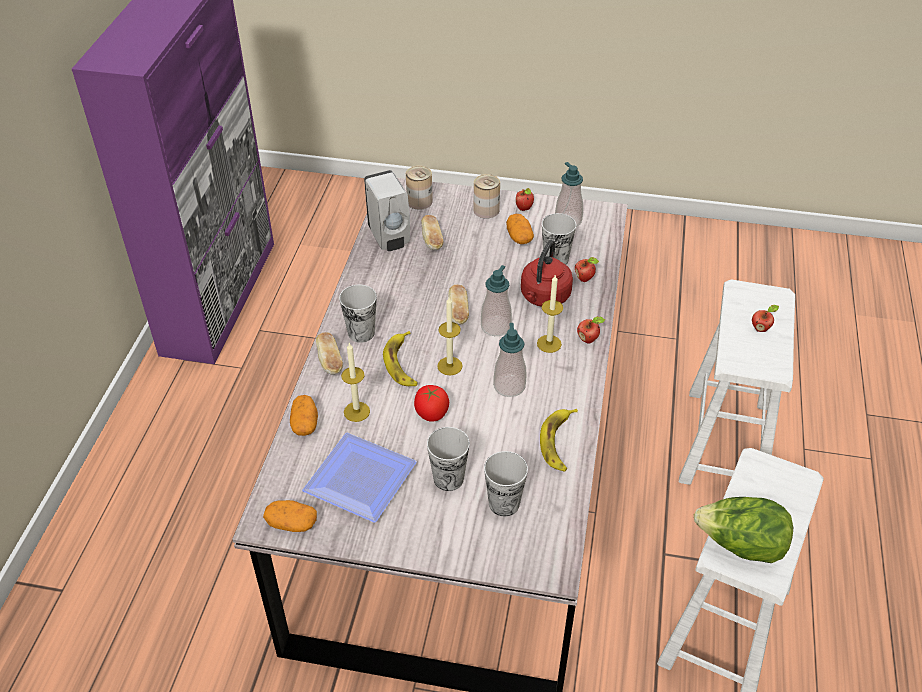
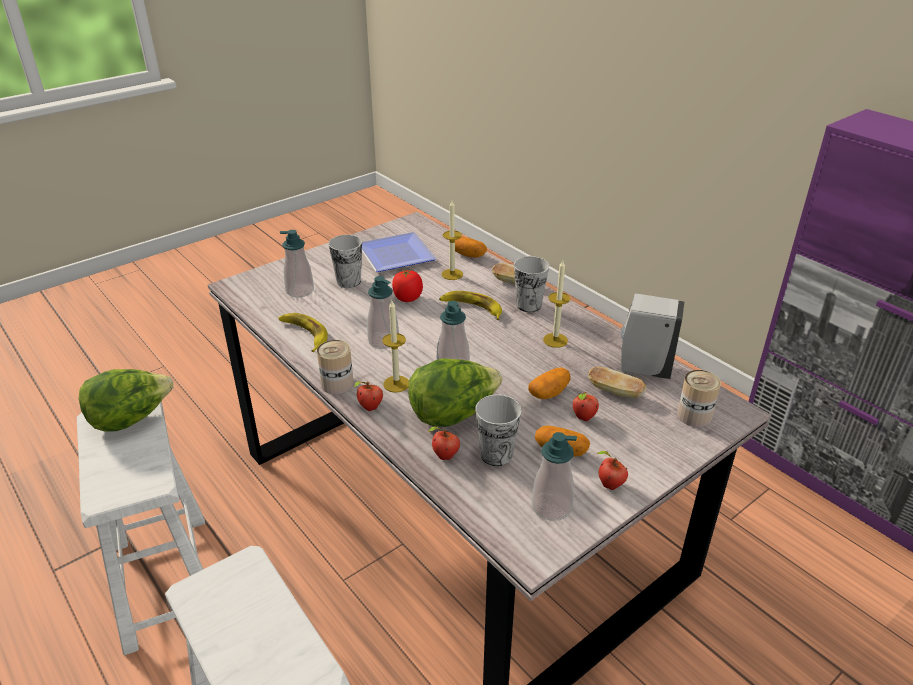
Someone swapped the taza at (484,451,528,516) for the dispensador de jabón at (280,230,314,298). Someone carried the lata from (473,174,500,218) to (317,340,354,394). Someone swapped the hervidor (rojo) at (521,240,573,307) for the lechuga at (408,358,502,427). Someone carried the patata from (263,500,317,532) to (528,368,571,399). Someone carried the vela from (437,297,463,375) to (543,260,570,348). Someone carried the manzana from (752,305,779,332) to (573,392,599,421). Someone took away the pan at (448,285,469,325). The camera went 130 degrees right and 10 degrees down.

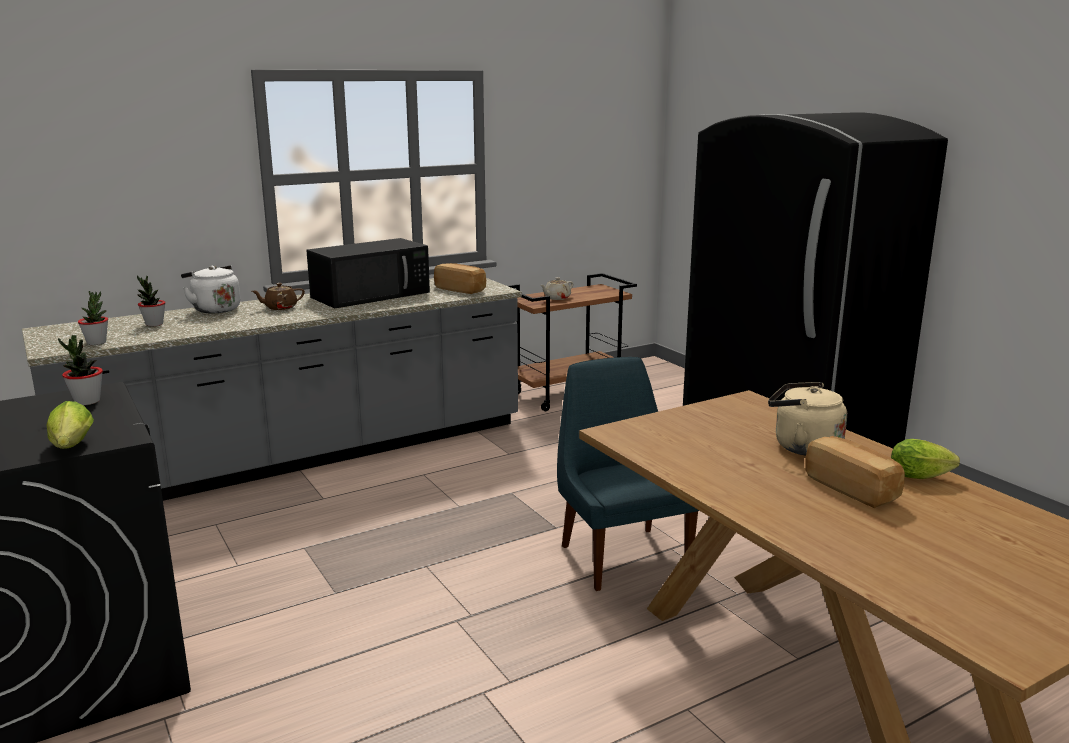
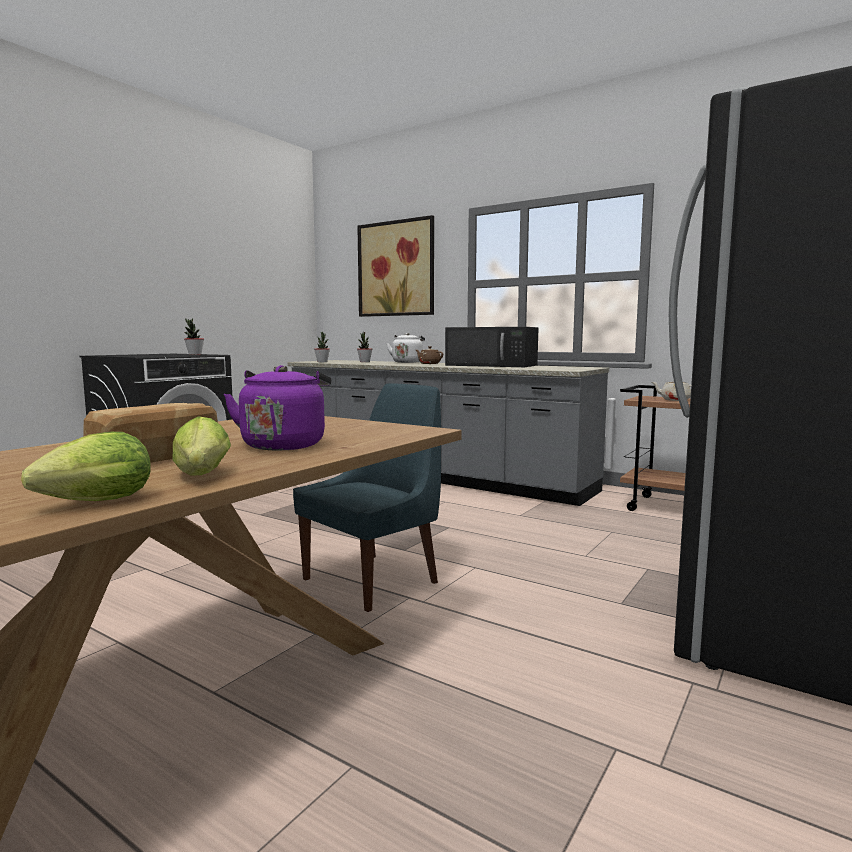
Someone carried the lechuga from (47,401,94,449) to (21,432,151,501). Someone repainted the hervidor (beis) at (768,382,847,456), which became the hervidor (morado) at (224,365,331,450). Someone put up the cuadro at (357,215,434,317). Someone took away the pan at (434,263,486,294). The camera went 65 degrees right and 10 degrees down.

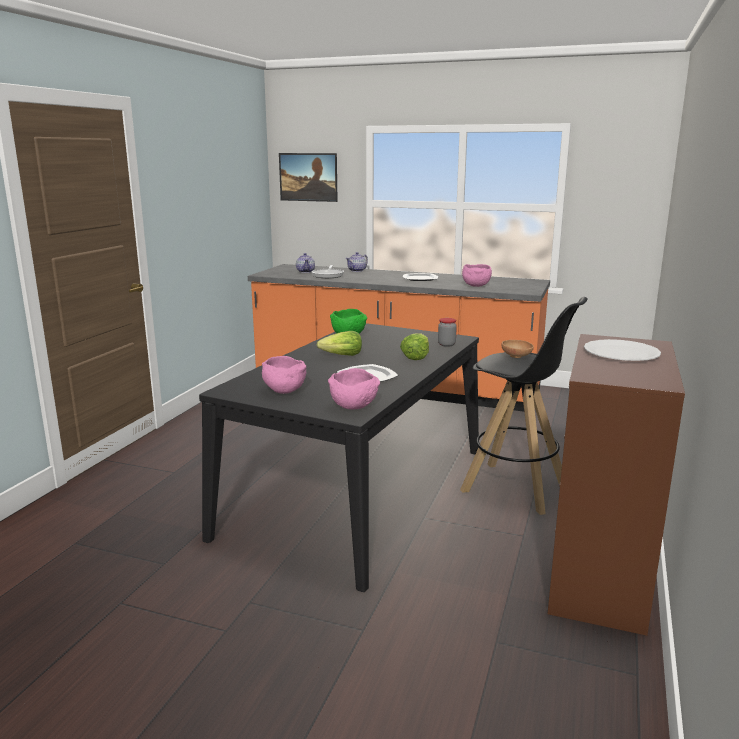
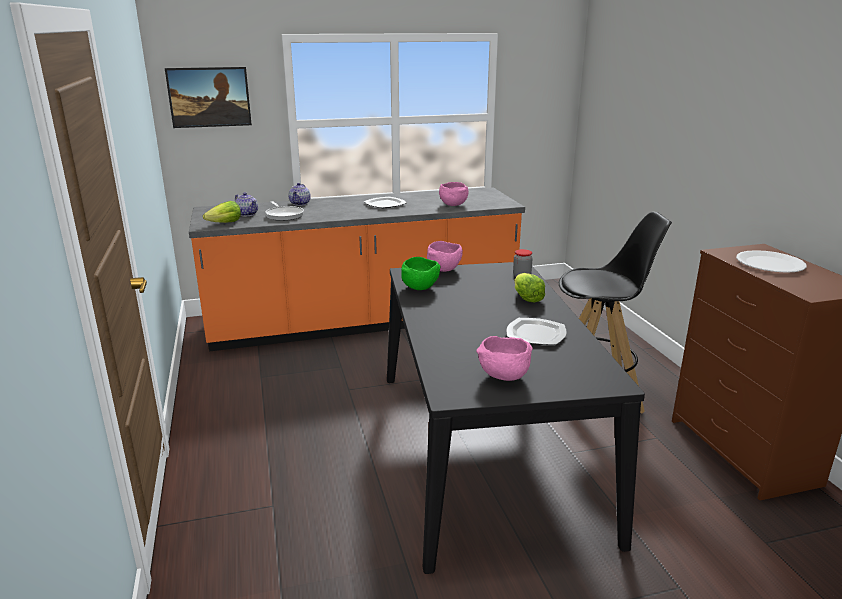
Someone carried the lechuga from (316,331,362,356) to (203,201,241,223). Someone carried the cuenco (rosa) from (328,368,380,409) to (427,241,463,272). Someone took away the cuenco (marrón) at (501,340,534,358). The camera went 35 degrees left and 5 degrees up.

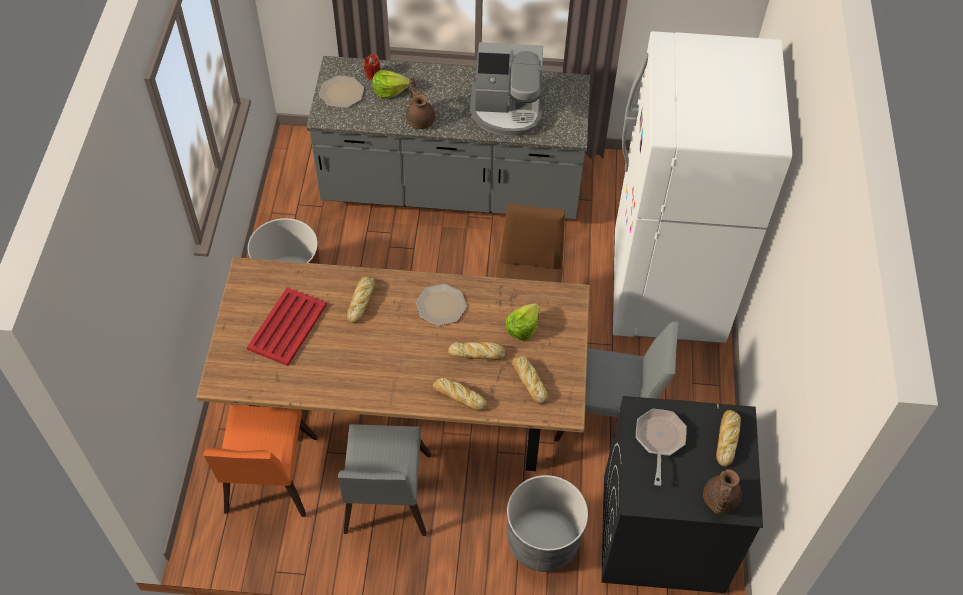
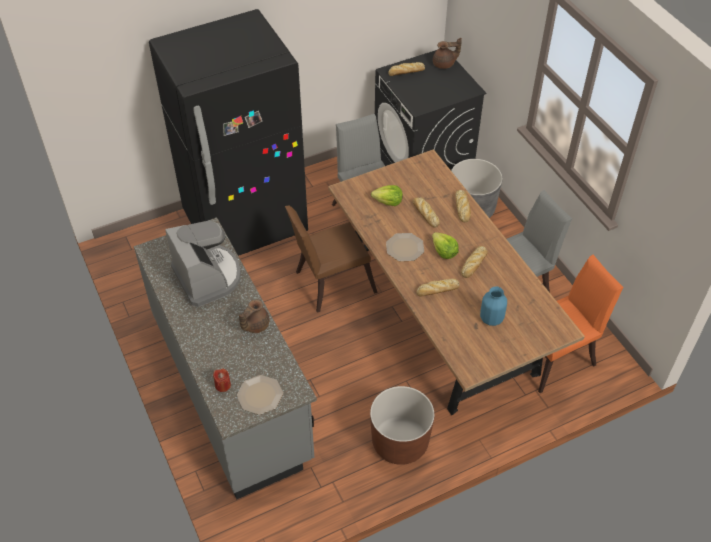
Someone repainted the nevera (blanco) at (613,31,792,343), which became the nevera (negro) at (149,9,308,256). Someone carried the lechuga from (372,70,410,98) to (432,232,459,259). Someone carried the pan from (512,356,548,404) to (461,246,488,278). Someone swapped the bandeja (rojo) at (247,287,327,366) for the florero (azul) at (480,286,507,326). Someone took away the sartén at (636,409,687,486). The camera went 120 degrees left and 5 degrees down.

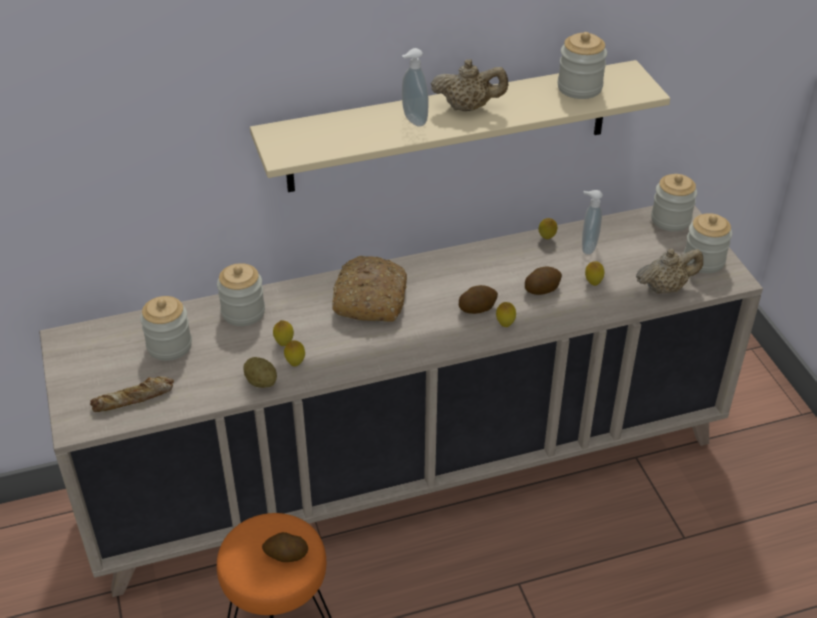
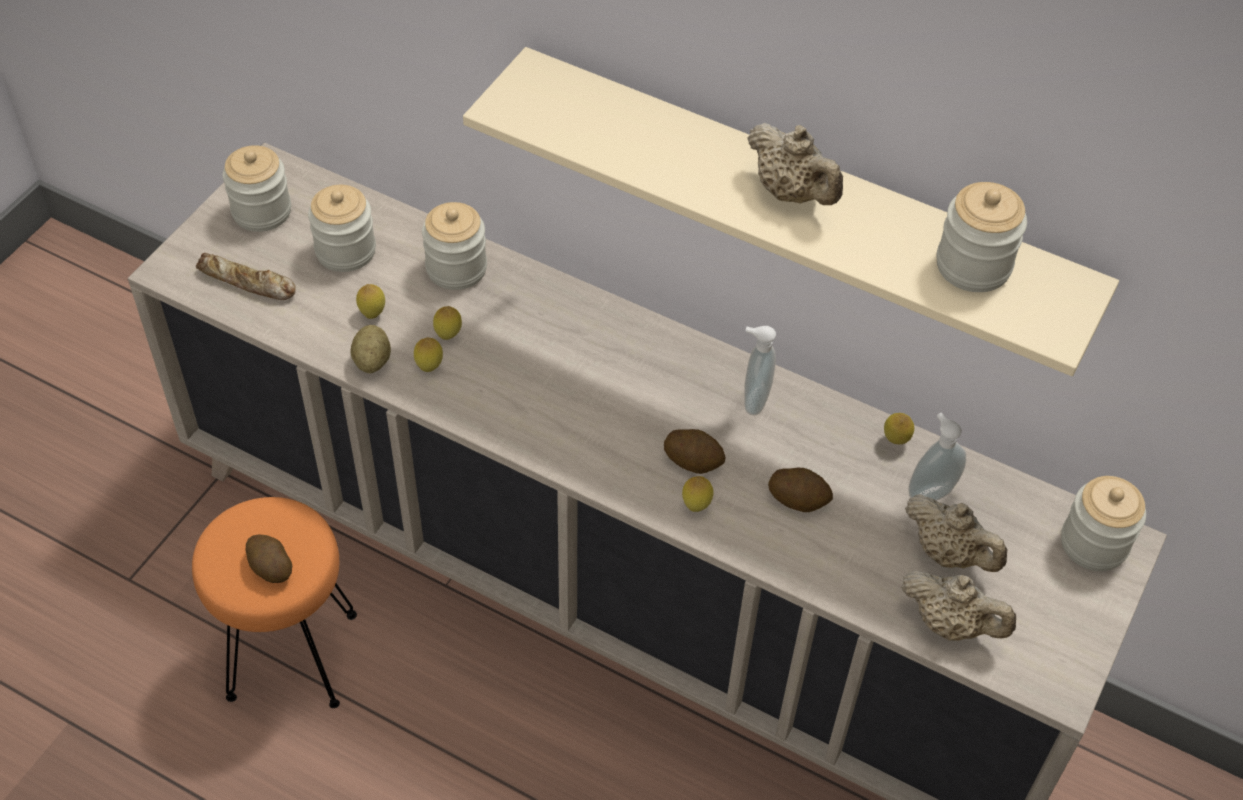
Someone carried the tarro from (684,213,732,273) to (223,145,291,232). Someone carried the limón from (585,261,604,286) to (356,284,385,319). Someone carried the dispensador de jabón from (402,48,428,127) to (744,326,776,415). Someone put down the tetera (beis) at (905,494,1008,572). Someone took away the pan at (333,256,407,322). The camera went 45 degrees right and 10 degrees up.

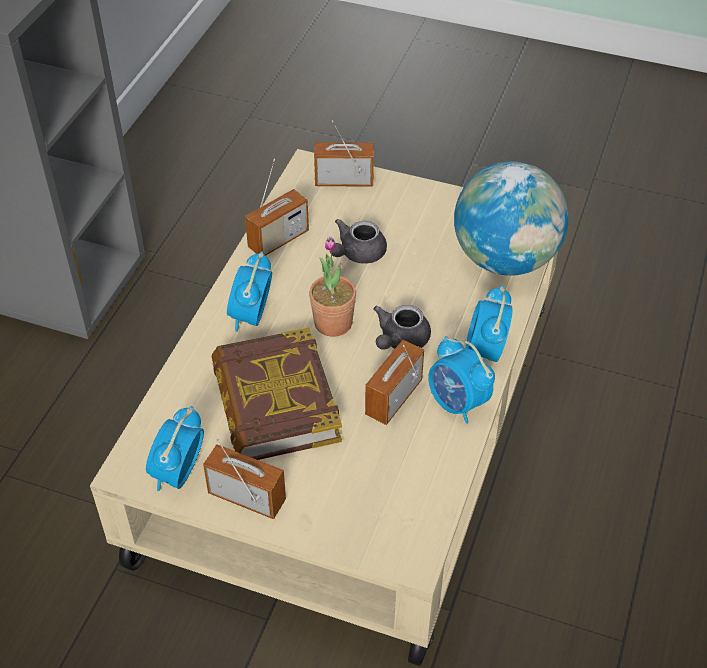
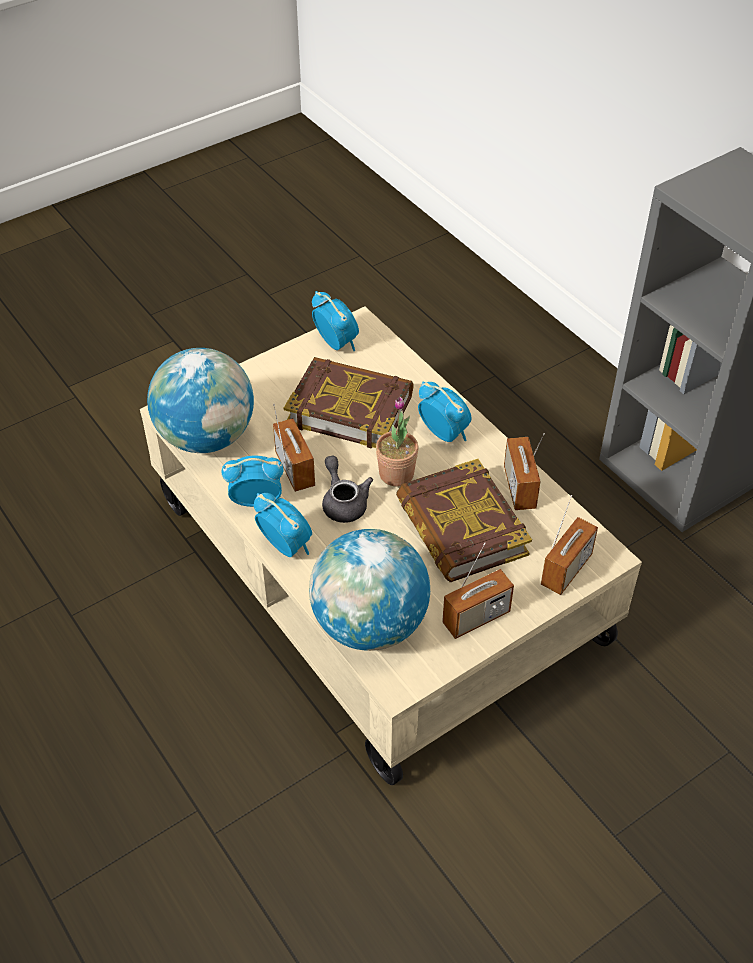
Someone put down the globo terráqueo at (147,348,254,453). Someone swapped the tetera (gris) at (330,219,387,264) for the libro at (396,459,532,582). Someone carried the radio from (203,439,286,519) to (442,542,514,639). The camera went 125 degrees right and 0 degrees up.

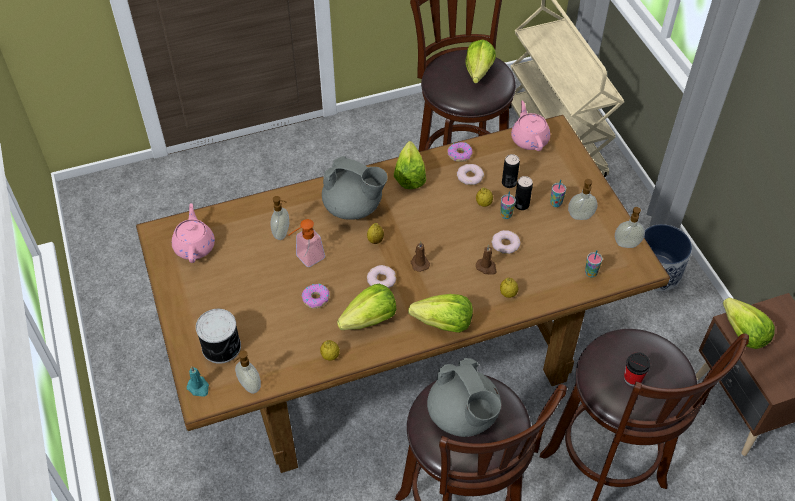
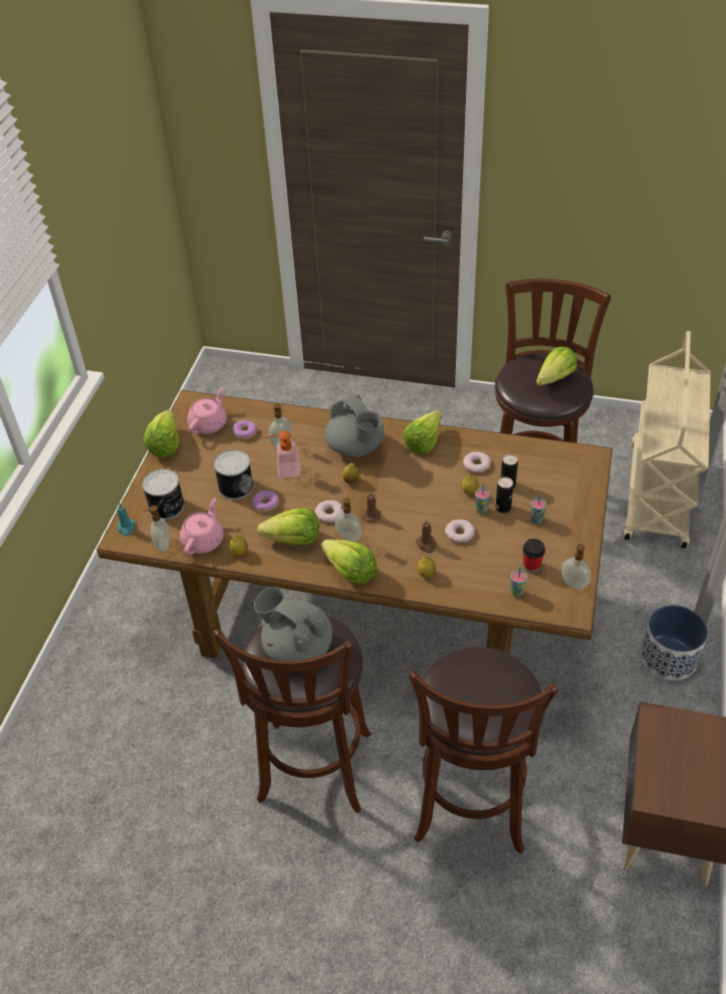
Someone carried the lechuga from (723,297,775,349) to (143,410,179,457). Someone carried the tetera (rosa) from (511,101,550,151) to (180,498,224,555). Someone put down the lata at (214,450,254,500). Someone carried the rosquilla from (447,142,473,162) to (232,420,258,439). Someone rotated the tetera (gris) at (427,358,501,437) by 120 degrees clockwise. Someone carried the dispensador de jabón from (568,179,598,220) to (335,497,362,542). Someone carried the taza from (624,352,650,386) to (523,539,545,573). The camera went 35 degrees right and 5 degrees down.

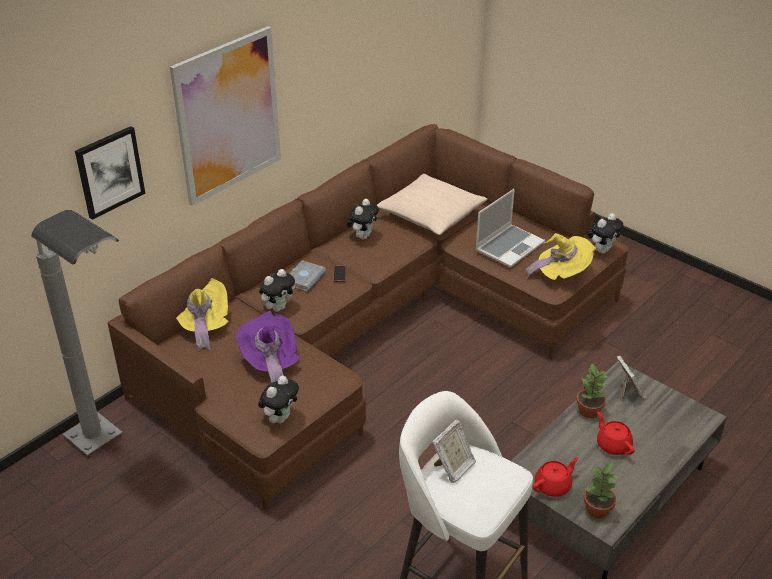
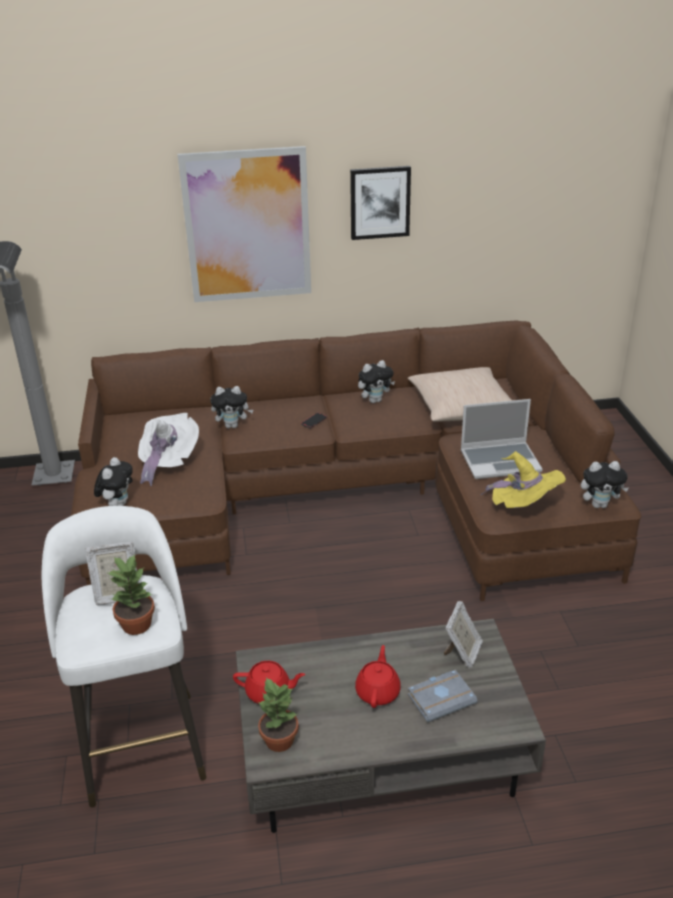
Someone rotated the peluche at (258,376,299,423) by 60 degrees counterclockwise. Someone carried the planta en maceta from (576,364,608,418) to (106,554,155,635). Someone repainted the sombrero (morado) at (236,311,300,383), which became the sombrero (blanco) at (138,413,199,486). Someone carried the cuadro from (75,126,145,220) to (350,166,411,240). Someone carried the libro (gris) from (290,260,326,292) to (408,670,477,723). Someone took away the sombrero (amarillo) at (176,278,229,351). The camera went 40 degrees right and 5 degrees down.

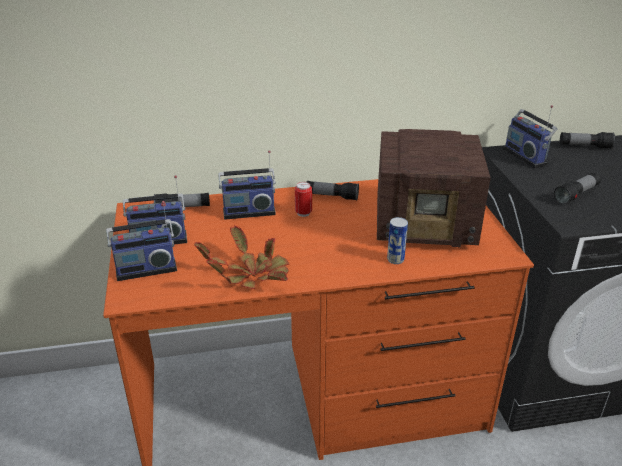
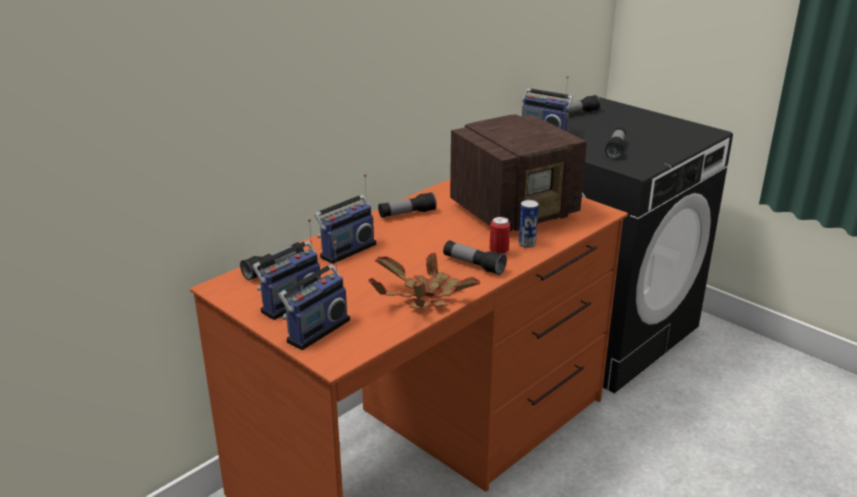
Someone put down the linterna at (443,240,507,275). Someone carried the lata from (295,182,312,217) to (490,217,510,255). The camera went 35 degrees left and 5 degrees down.

